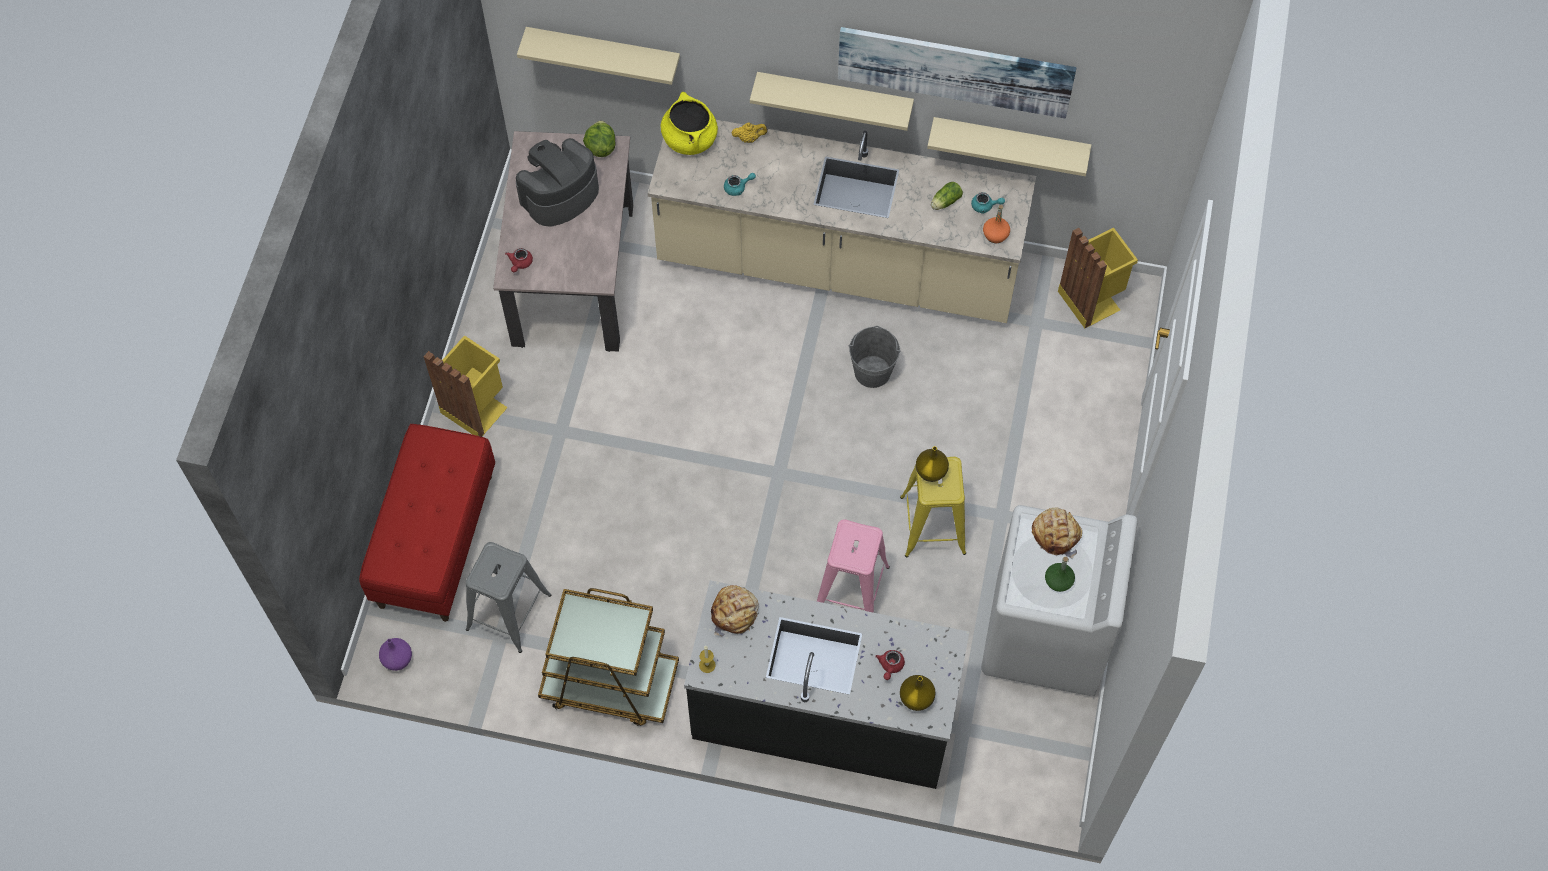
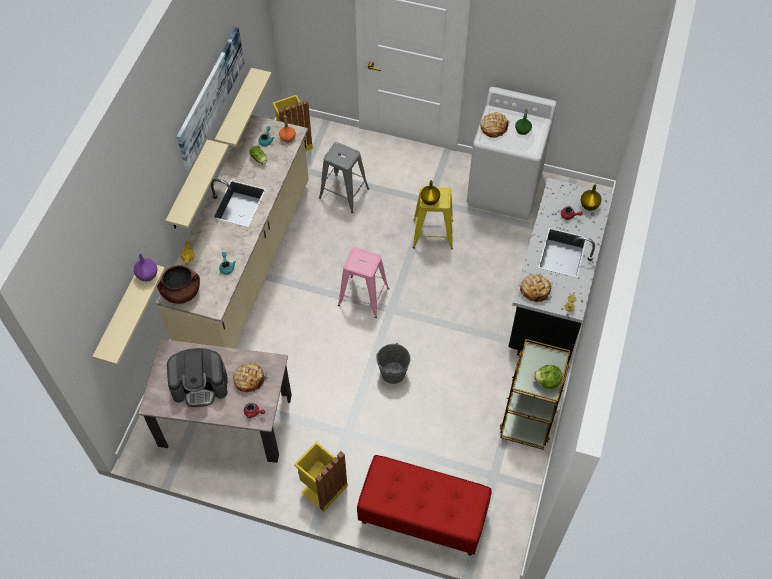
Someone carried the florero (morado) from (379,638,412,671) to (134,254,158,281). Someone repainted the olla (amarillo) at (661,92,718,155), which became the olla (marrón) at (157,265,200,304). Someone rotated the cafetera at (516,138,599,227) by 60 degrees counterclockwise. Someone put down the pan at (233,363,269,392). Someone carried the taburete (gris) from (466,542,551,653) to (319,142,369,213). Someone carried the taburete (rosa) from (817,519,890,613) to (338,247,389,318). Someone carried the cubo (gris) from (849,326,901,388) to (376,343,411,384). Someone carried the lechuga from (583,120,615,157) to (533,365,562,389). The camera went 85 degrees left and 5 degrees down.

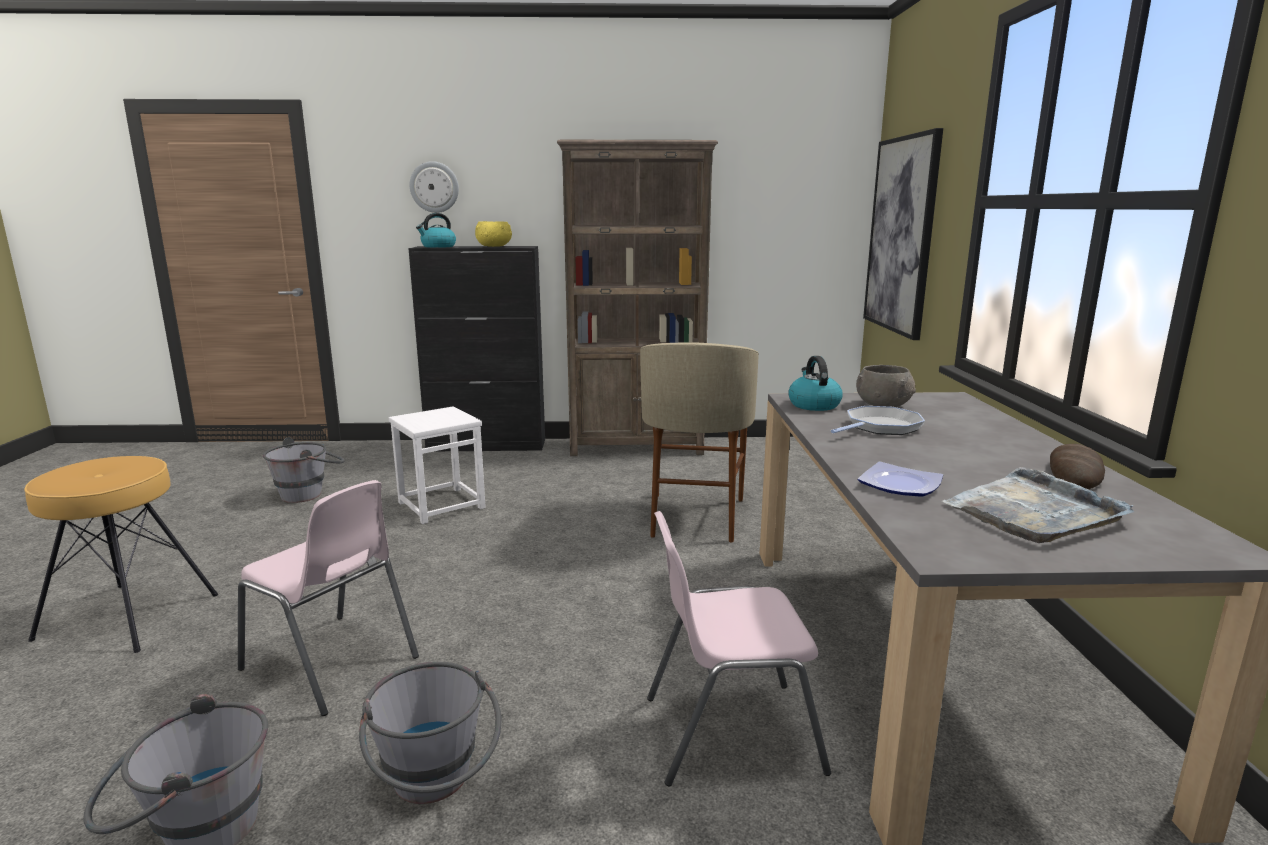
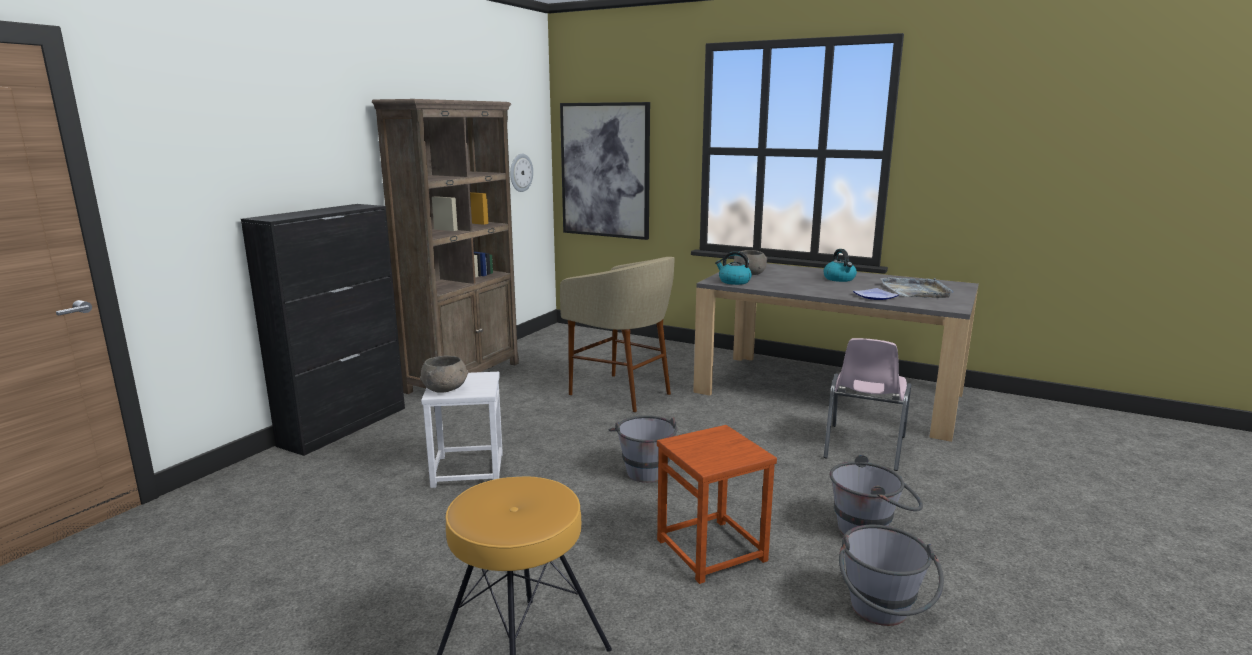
Someone put down the cuenco (gris) at (420,356,468,393). Someone carried the reloj de pared from (410,161,459,213) to (510,154,533,192). Someone carried the cubo (gris) from (263,438,345,503) to (609,415,678,483). Someone swapped the silla (rosa) at (238,480,419,716) for the taburete (marrón) at (657,425,777,584). Someone carried the hervidor from (416,213,456,248) to (823,249,857,282). Someone took away the cuenco (amarillo) at (475,221,512,247). Someone took away the sartén at (831,406,925,435). Someone took away the pan at (1050,444,1105,489). The camera went 60 degrees left and 0 degrees up.

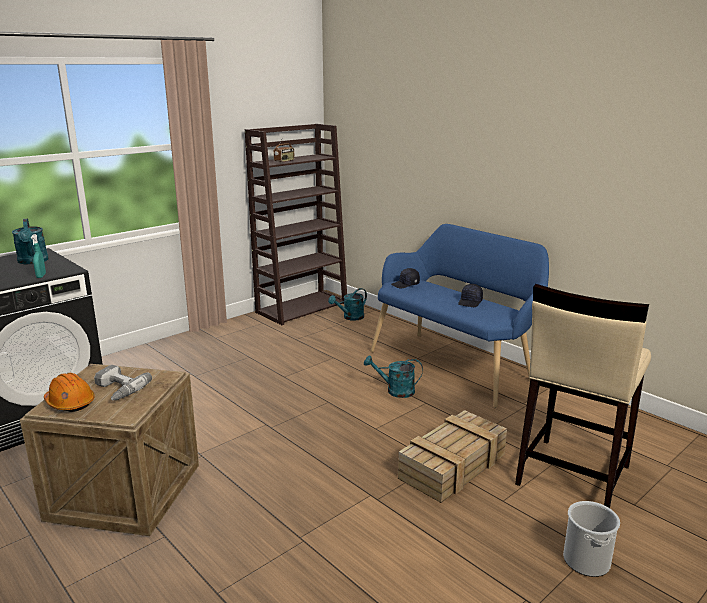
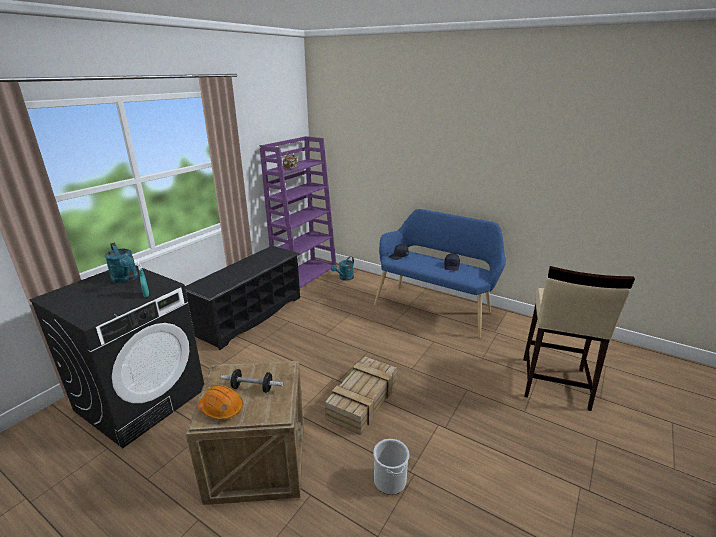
Someone put down the zapatero (negro) at (185,246,300,350). Someone swapped the taladro at (94,365,152,400) for the mancuerna at (221,369,283,393). Someone repainted the estantería (marrón) at (245,124,347,325), which became the estantería (morado) at (260,136,337,288). Someone carried the caja de embalaje from (398,410,507,503) to (325,357,397,435). Someone carried the cubo from (563,501,620,577) to (373,439,409,495). Someone took away the regadera (turquesa) at (364,355,423,398). The camera went 15 degrees left and 5 degrees up.

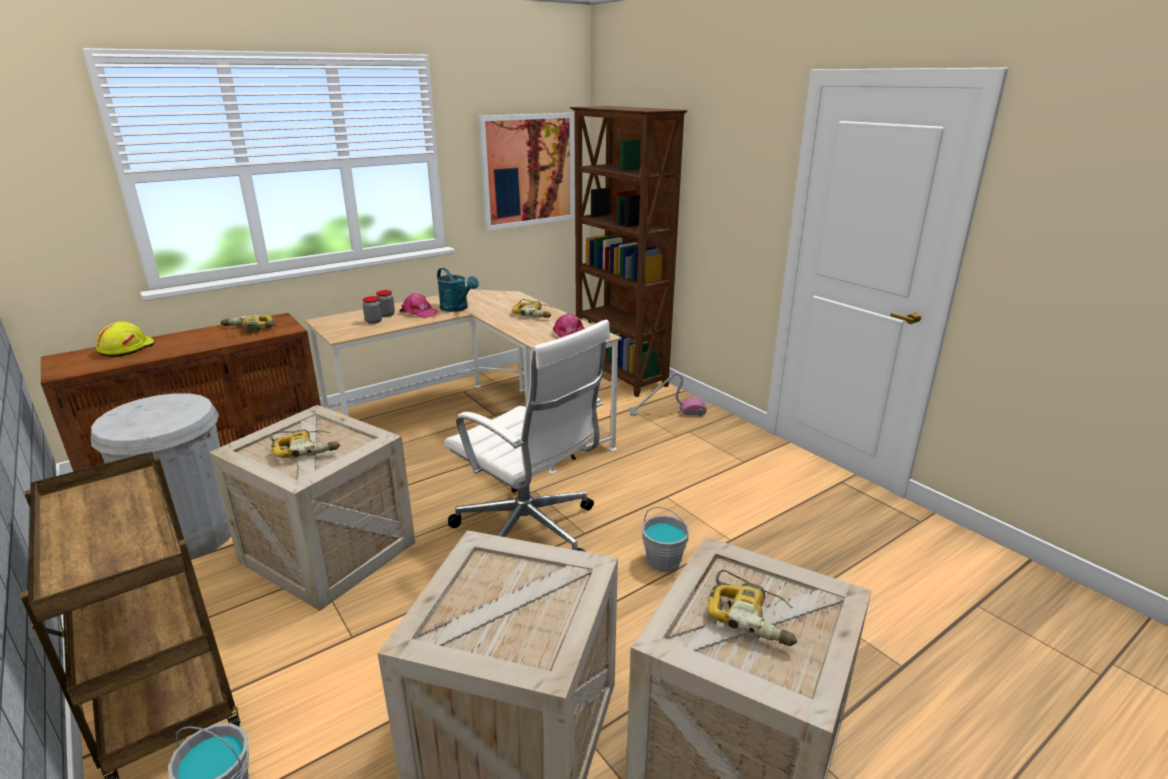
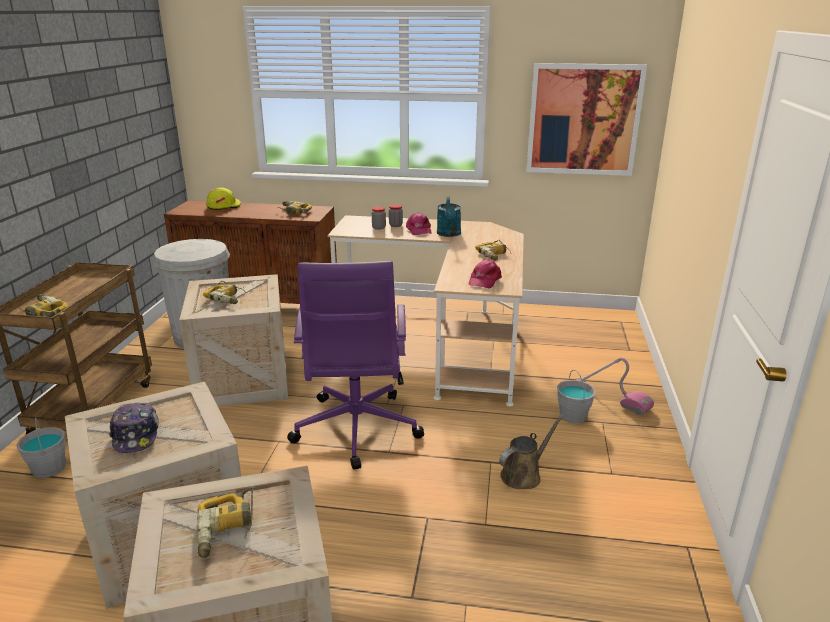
Someone put down the taladro at (19,294,69,317). Someone put down the gorra at (109,403,159,453). Someone repainted the silla de oficina (blanco) at (444,320,611,552), which became the silla de oficina (morado) at (287,261,424,470). Someone put down the regadera (marrón) at (499,415,564,489). Someone carried the cubo (gris) from (642,507,690,572) to (557,370,596,424). Someone took away the estantería (marrón) at (570,106,688,397). The camera went 45 degrees right and 0 degrees up.

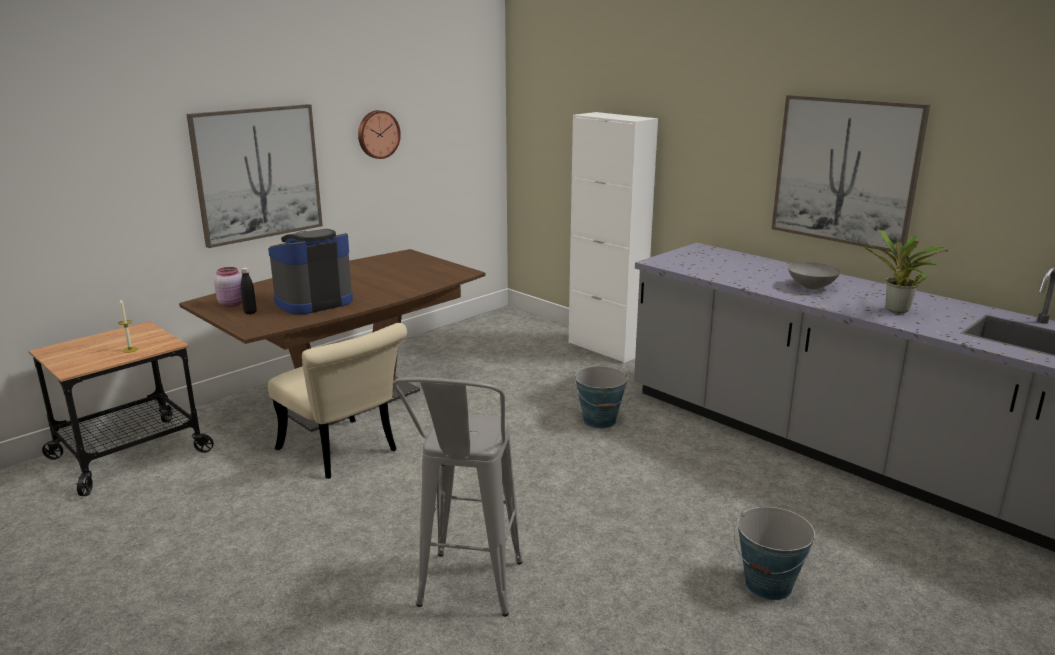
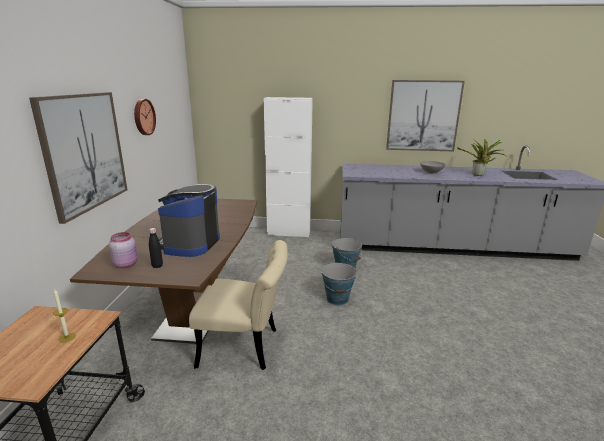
Someone carried the cubo from (734,507,815,600) to (321,263,357,305). Someone took away the taburete (gris) at (392,377,522,617). The camera went 40 degrees left and 0 degrees up.

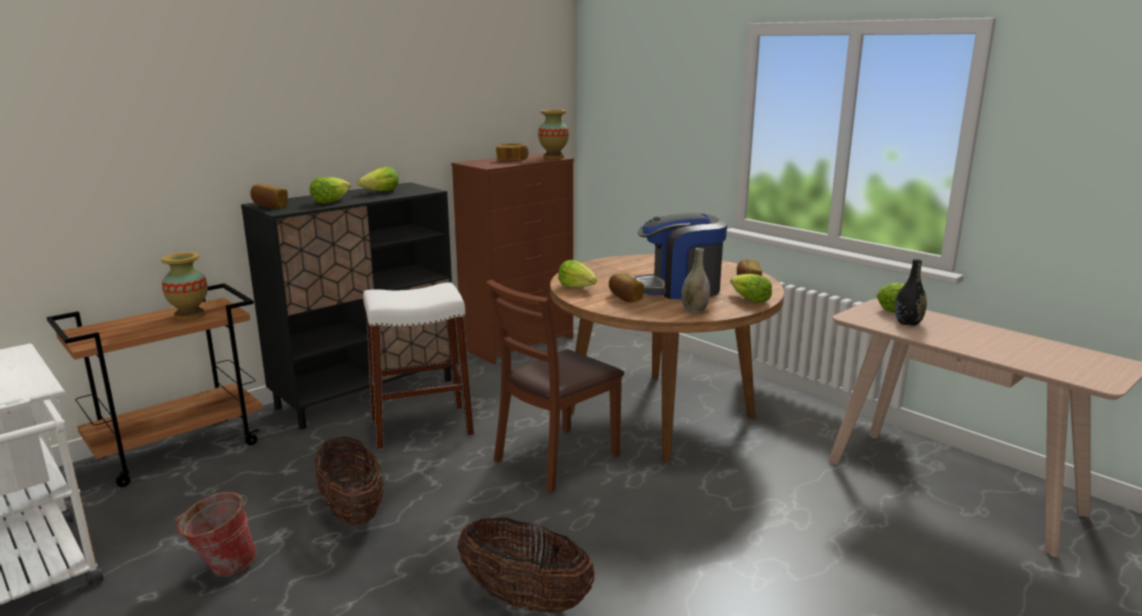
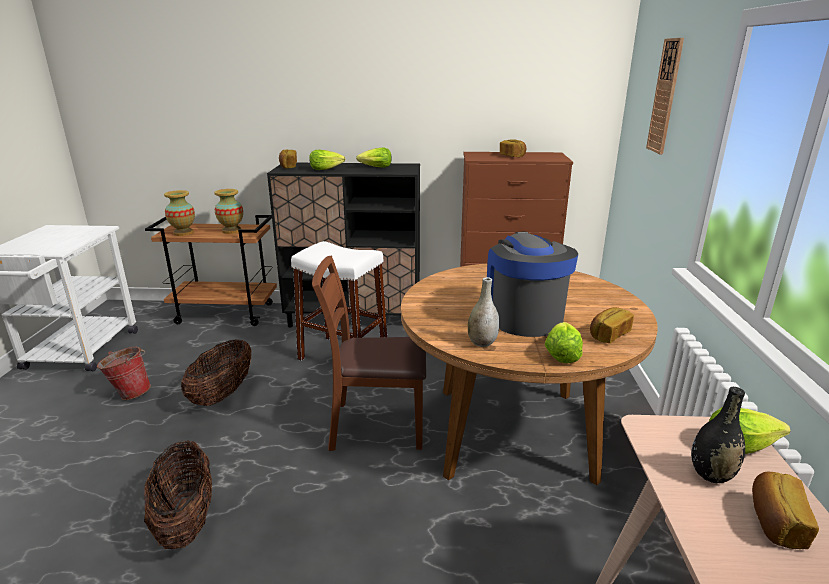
Someone carried the florero from (538,109,569,159) to (164,190,195,236). Someone rotated the cafetera at (634,213,727,299) by 45 degrees clockwise. Someone put up the reloj de pared at (646,38,684,154). Someone carried the pan from (609,273,644,302) to (752,472,819,549). Someone took away the lechuga at (558,260,597,288). The camera went 45 degrees right and 5 degrees up.

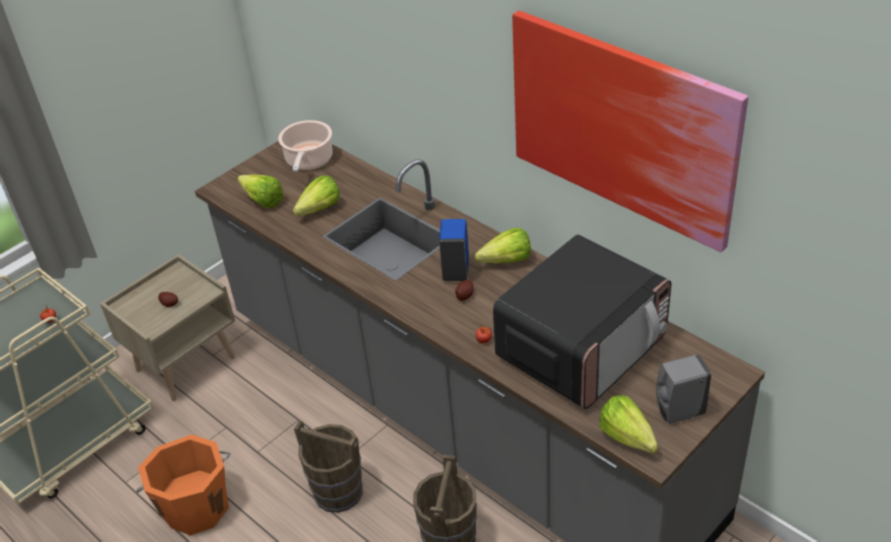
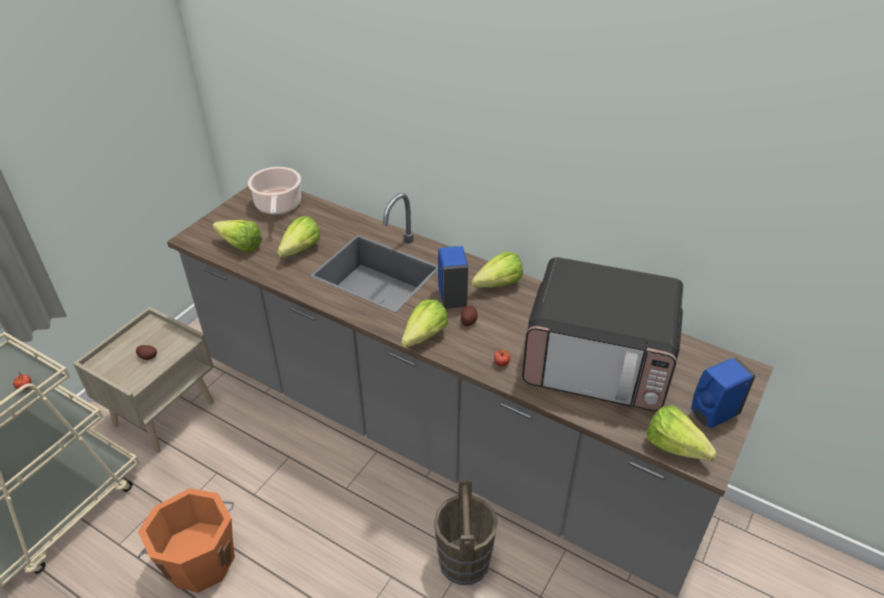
Someone put down the lechuga at (401,300,448,348). Someone rotated the microondas at (493,235,671,409) by 75 degrees clockwise. Someone repainted the dispensador de jabón (gris) at (656,355,711,424), which became the dispensador de jabón (azul) at (691,357,755,429). Someone took away the cubo (marrón) at (294,420,363,513). Someone took away the cuadro at (512,11,748,252). The camera went 15 degrees left and 0 degrees up.

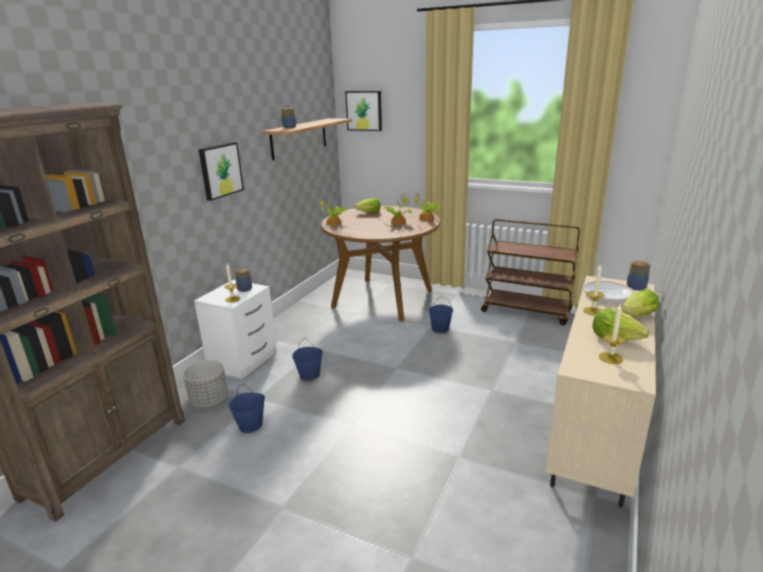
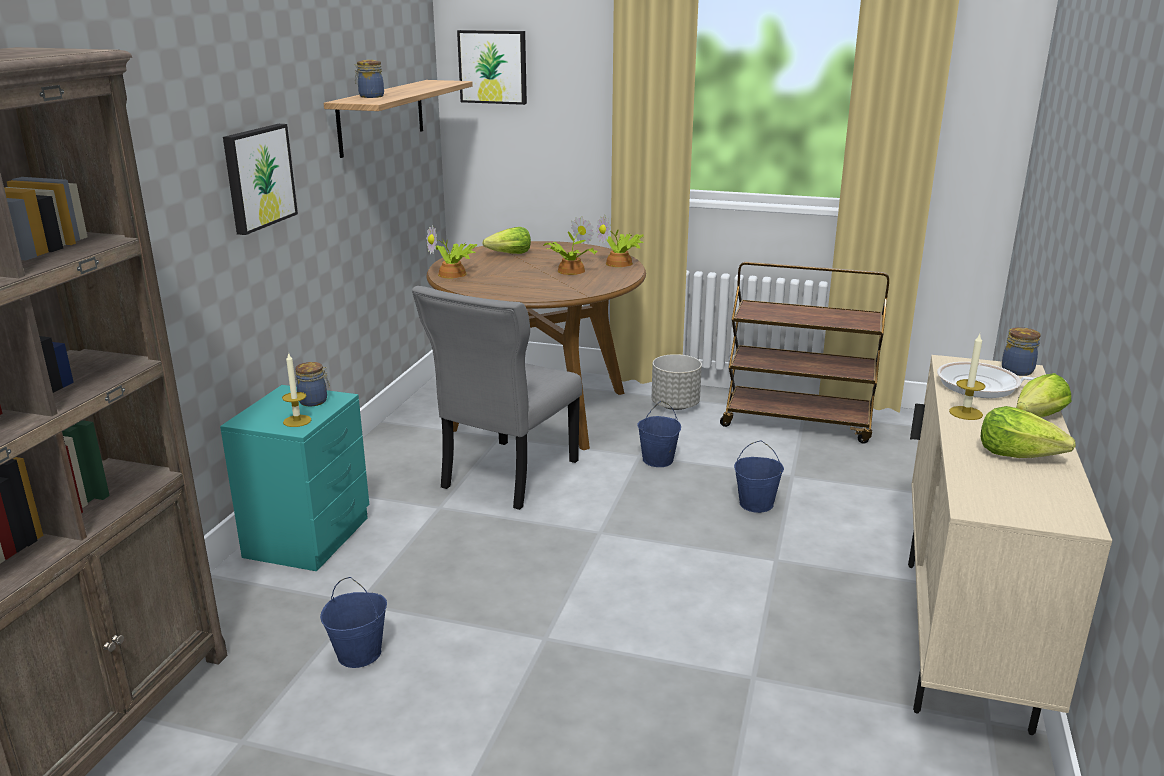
Someone repainted the mesita de noche (blanco) at (194,280,277,379), which became the mesita de noche (turquesa) at (220,385,369,571). Someone put down the silla (gris) at (412,286,582,510). Someone carried the maceta (gris) from (183,360,228,407) to (652,354,702,410). Someone carried the cubo (azul) from (292,338,323,381) to (734,441,784,513). Someone took away the vela at (599,304,625,364). The camera went 10 degrees left and 0 degrees up.

